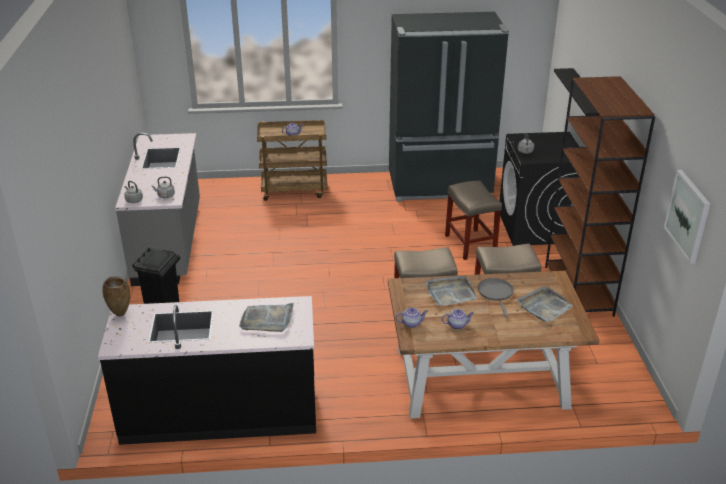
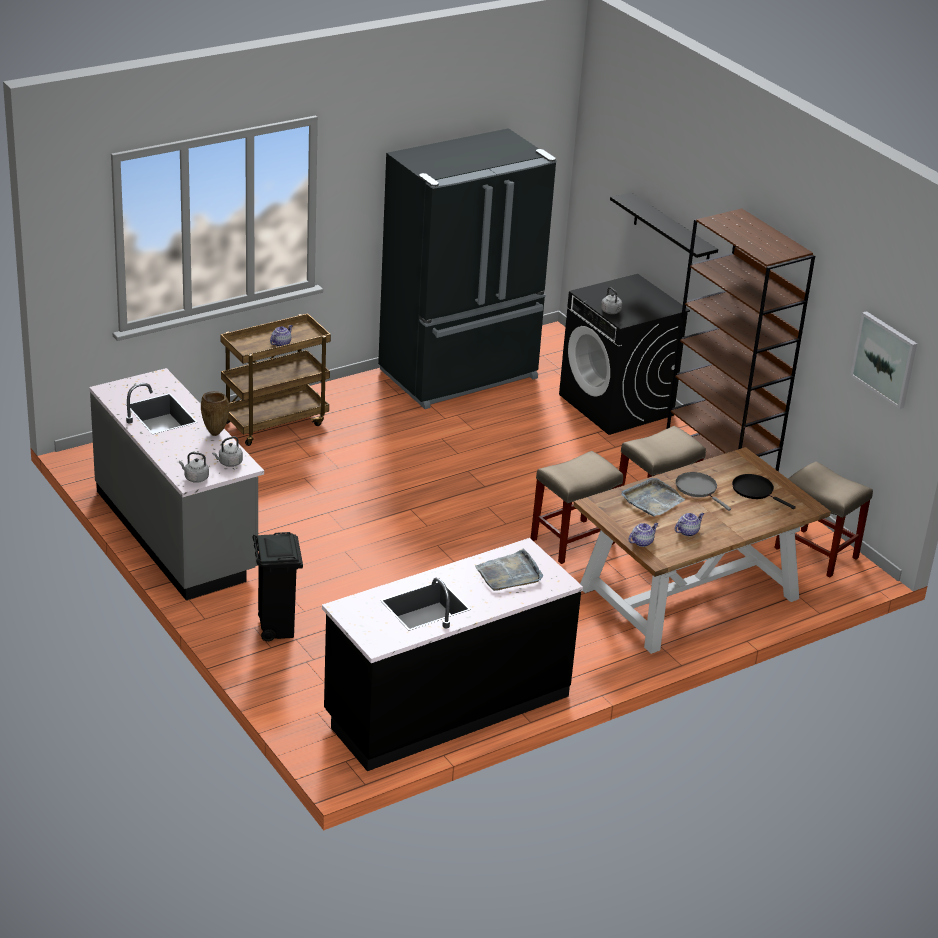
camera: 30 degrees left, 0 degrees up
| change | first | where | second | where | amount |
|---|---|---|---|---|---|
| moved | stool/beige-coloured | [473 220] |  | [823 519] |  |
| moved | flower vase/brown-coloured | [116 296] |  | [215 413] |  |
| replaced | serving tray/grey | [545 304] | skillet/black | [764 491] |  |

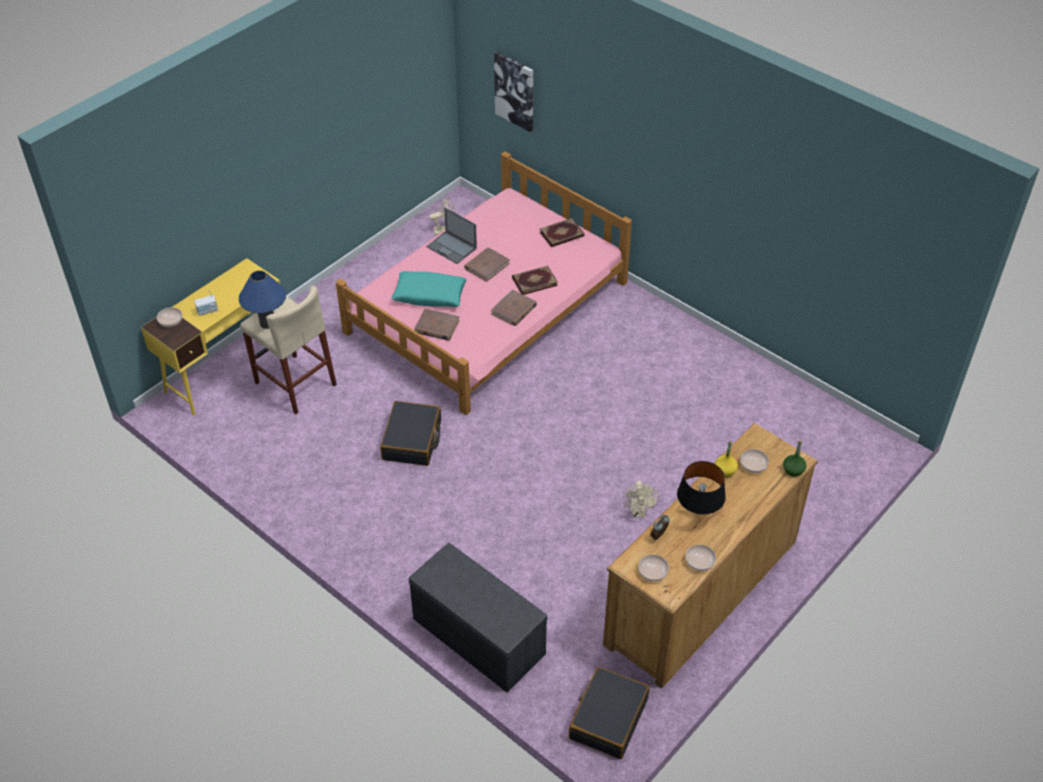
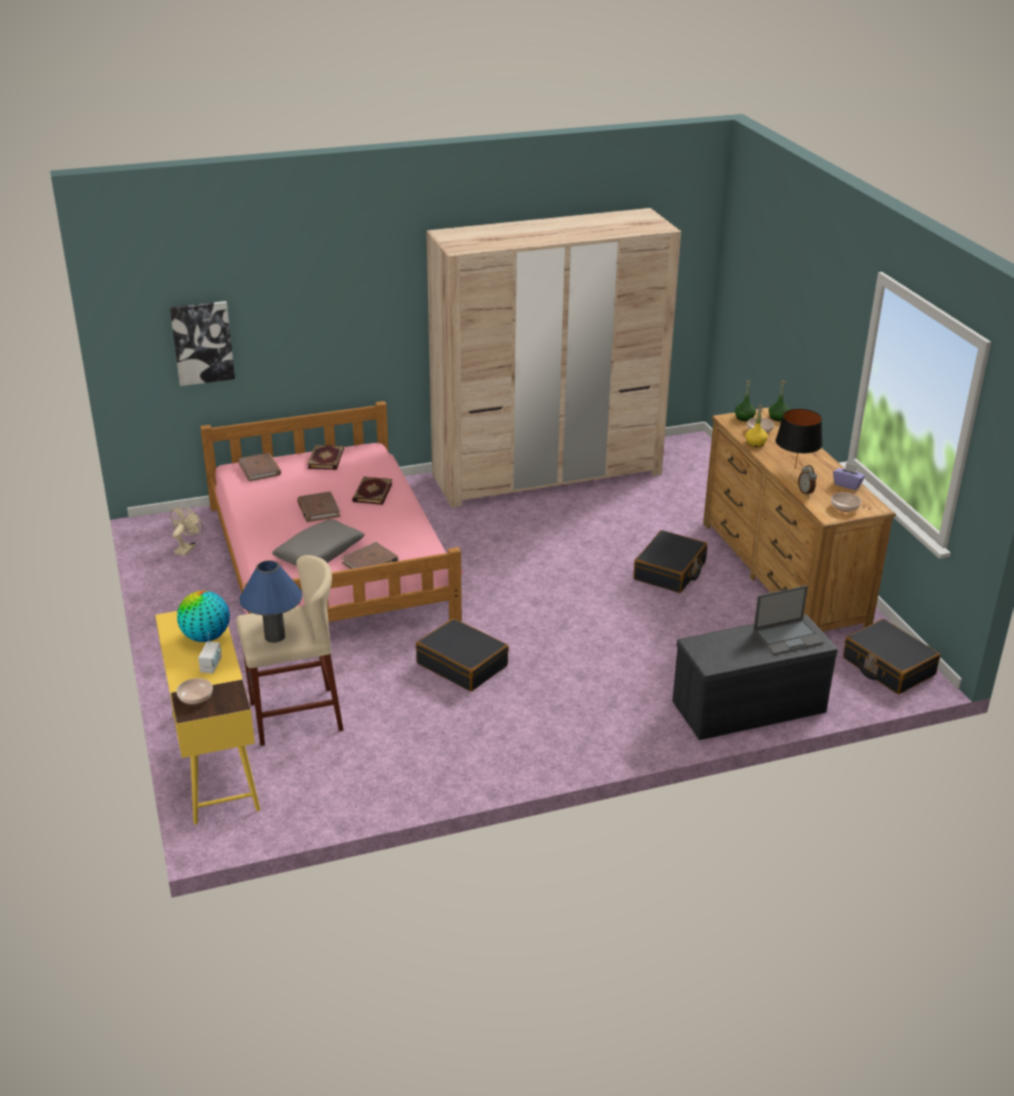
camera: 60 degrees left, 15 degrees down
| change | first | where | second | where | amount |
|---|---|---|---|---|---|
| moved | notebook computer | [451 236] |  | [788 620] |  |
| recoloured | pillow/blue-green | [429 289] | pillow/grey | [318 542] |  |
| moved | volume/brown-coloured | [514 308] |  | [259 467] |  |
| replaced | fan/beige-coloured | [641 499] | travel case/black | [670 561] |  |
| replaced | bowl | [701 558] | box of tissues/purple-coloured | [849 476] |  |
| added |  |  | wardrobe/beige-coloured | [553 358] |  |
| added |  |  | bottle/green | [745 401] |  |
| added |  |  | desk globe | [203 616] |  |

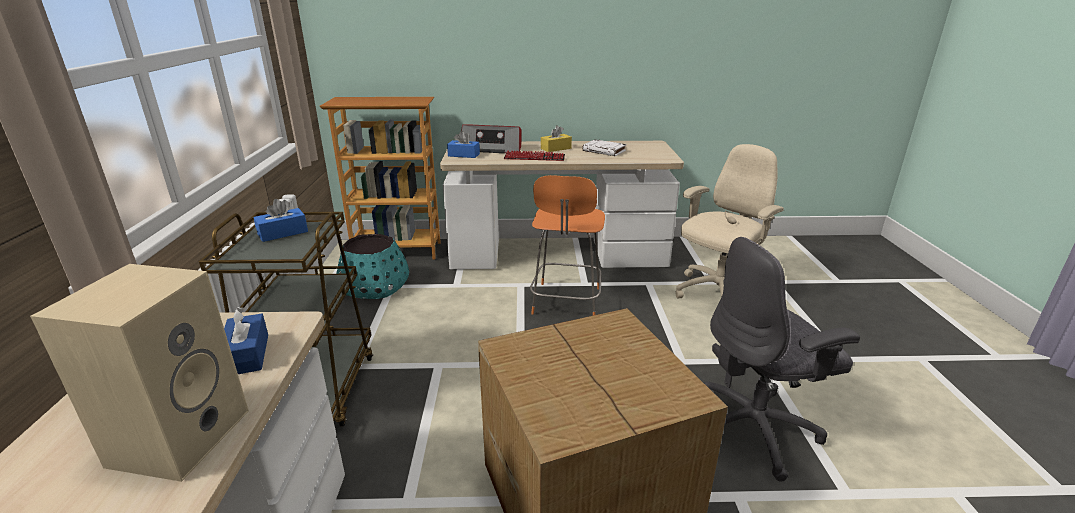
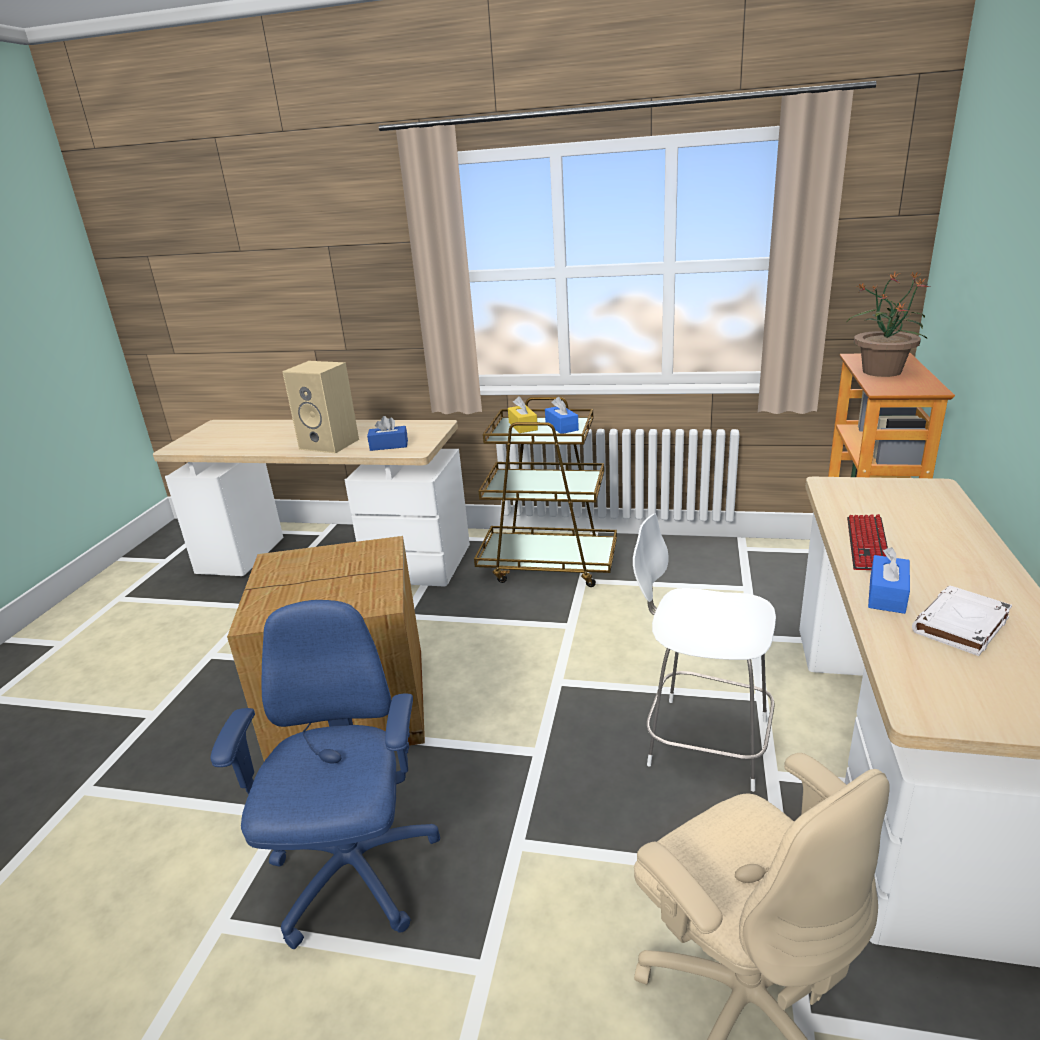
camera: 105 degrees right, 0 degrees up
| change | first | where | second | where | amount |
|---|---|---|---|---|---|
| removed | radio set | [491 138] |  |  |  |
| moved | box of tissues/yellow-coloured | [556 138] |  | [523 414] |  |
| moved | box of tissues/blue | [463 144] |  | [889 580] |  |
| recoloured | stool/orange | [567 245] | stool/white | [704 653] |  |
| removed | plant pot/blue-green | [372 266] |  |  |  |
| recoloured | desk chair/grey | [782 359] | desk chair/blue | [325 774] |  |
| added |  |  | plant in a pot | [888 324] |  |

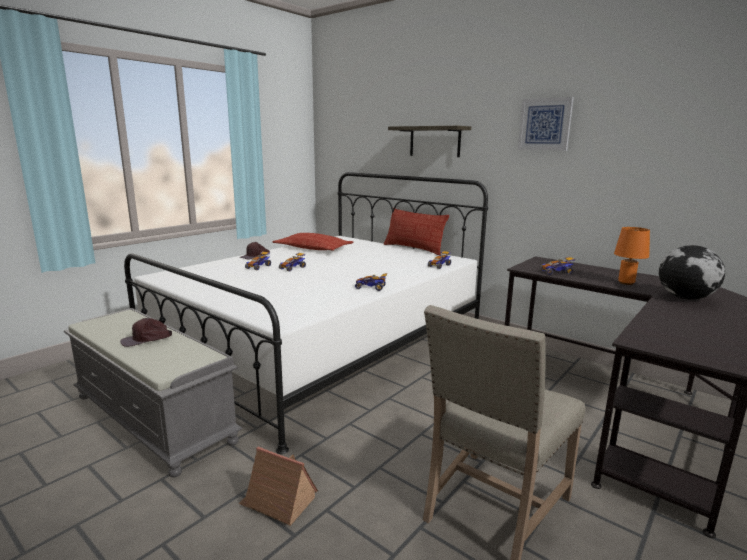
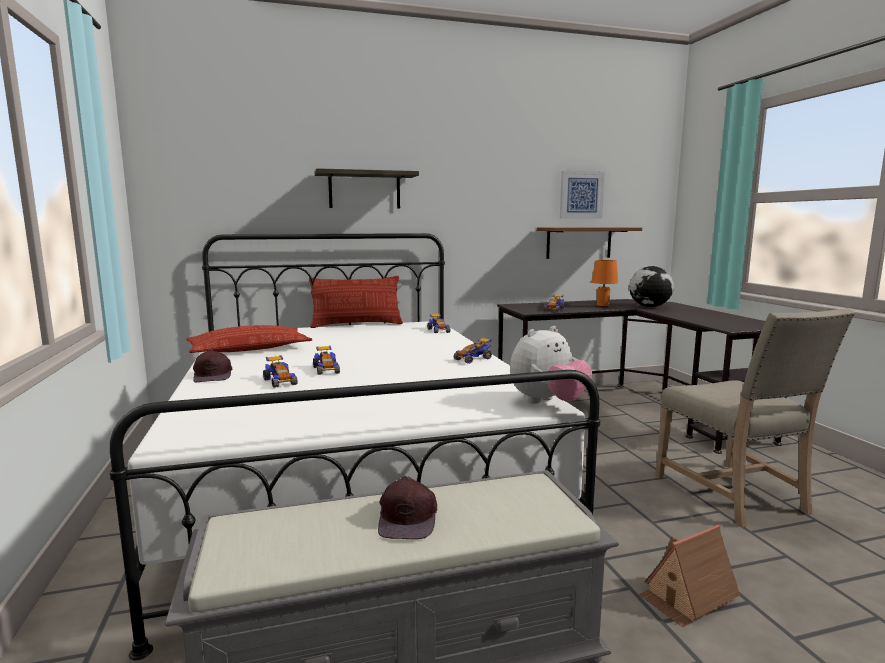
camera: 55 degrees left, 5 degrees down
| change | first | where | second | where | amount |
|---|---|---|---|---|---|
| moved | wall picture | [546 124] |  | [582 195] |  |
| added |  |  | bracket shelf/brown-coloured | [589 243] |  |
| added |  |  | plush toy | [551 365] |  |

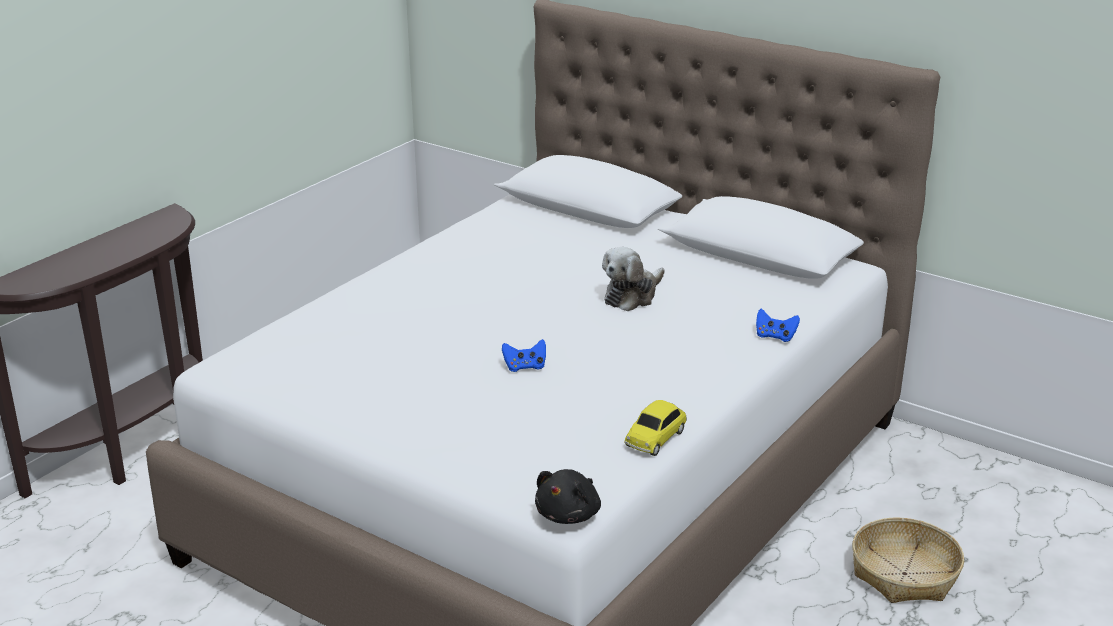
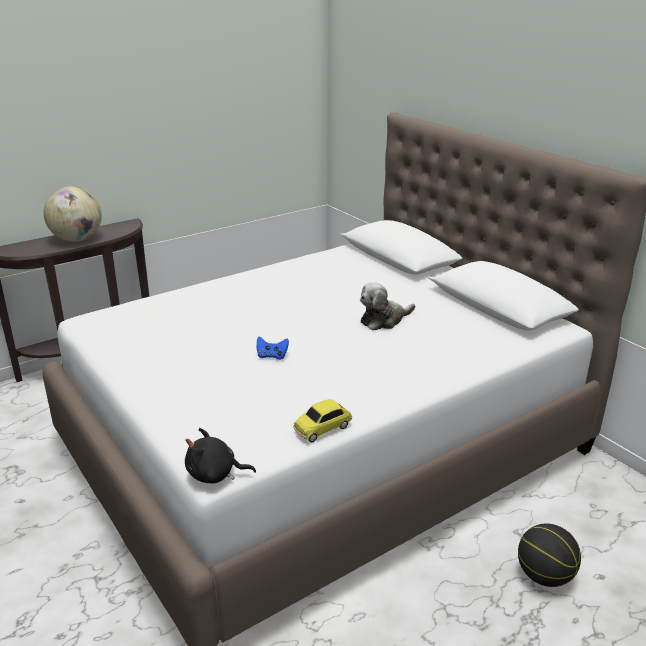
camera: 20 degrees right, 0 degrees up
| change | first | where | second | where | amount |
|---|---|---|---|---|---|
| removed | joypad/blue | [778 325] |  |  |  |
| turned | plush toy/black | [568 496] |  | [220 456] | 45 degrees clockwise |
| replaced | household basket | [908 560] | basketball ball | [549 555] |  |
| added |  |  | desk globe | [73 214] |  |

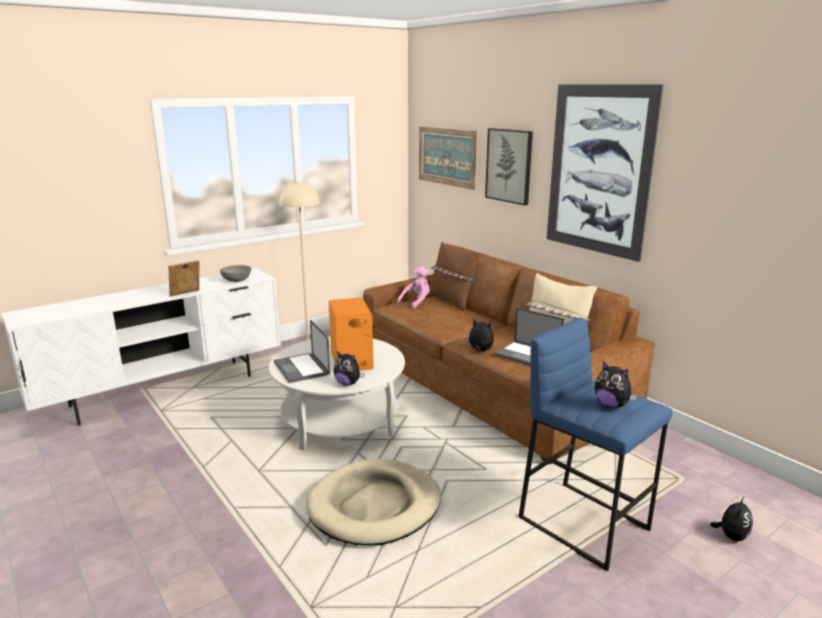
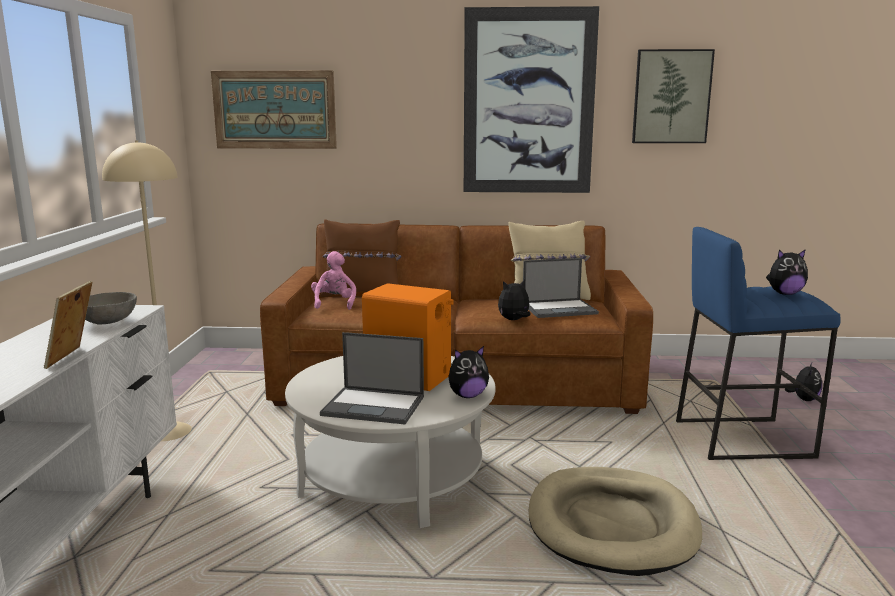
camera: 50 degrees left, 5 degrees down
| change | first | where | second | where | amount |
|---|---|---|---|---|---|
| moved | wall picture | [509 166] |  | [673 96] |  |
| turned | plush toy | [731 519] |  | [803 381] | 45 degrees clockwise |

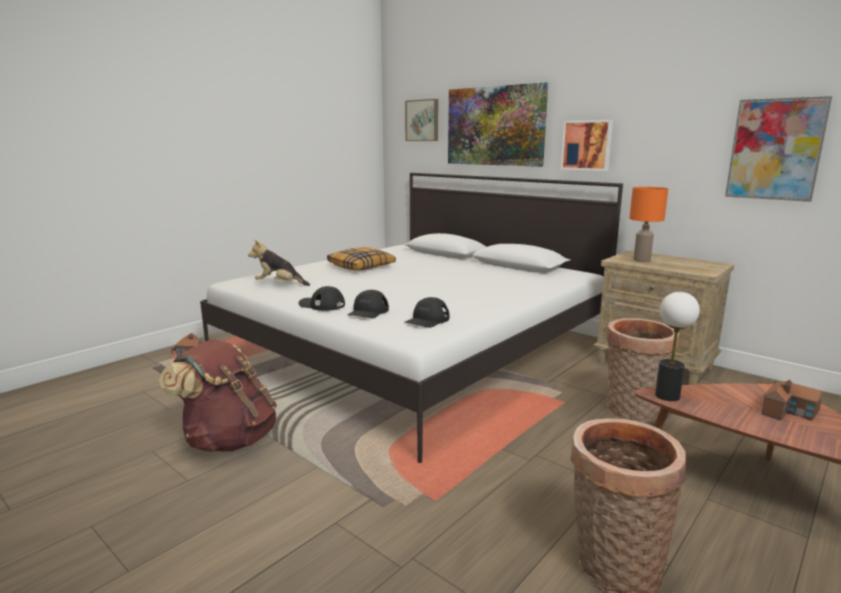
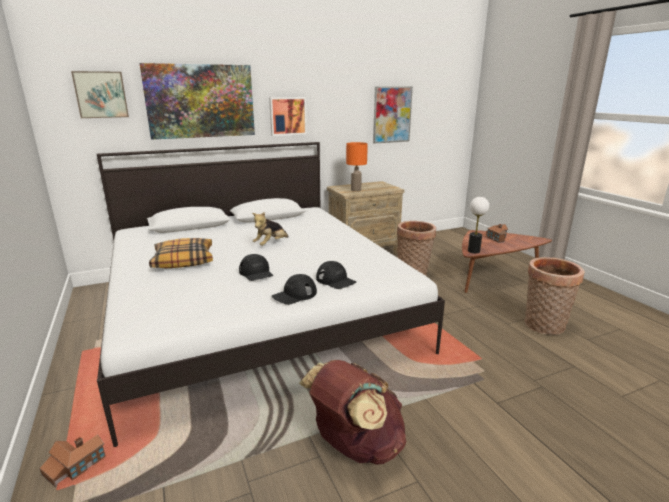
camera: 65 degrees left, 5 degrees up
| change | first | where | second | where | amount |
|---|---|---|---|---|---|
| moved | plush toy | [279 263] |  | [270 229] |  |
| moved | baseball cap/black | [427 312] |  | [256 267] |  |

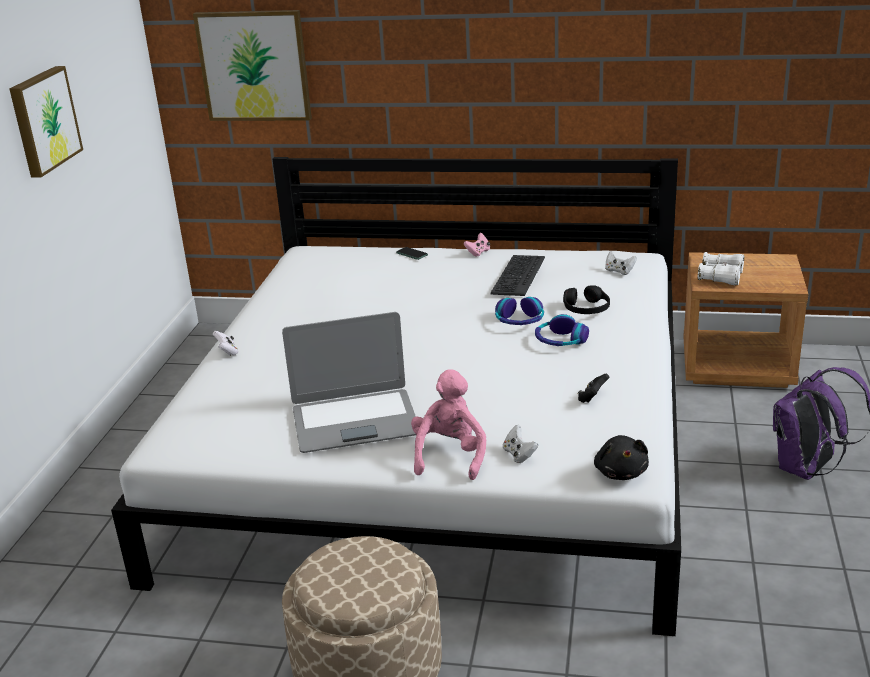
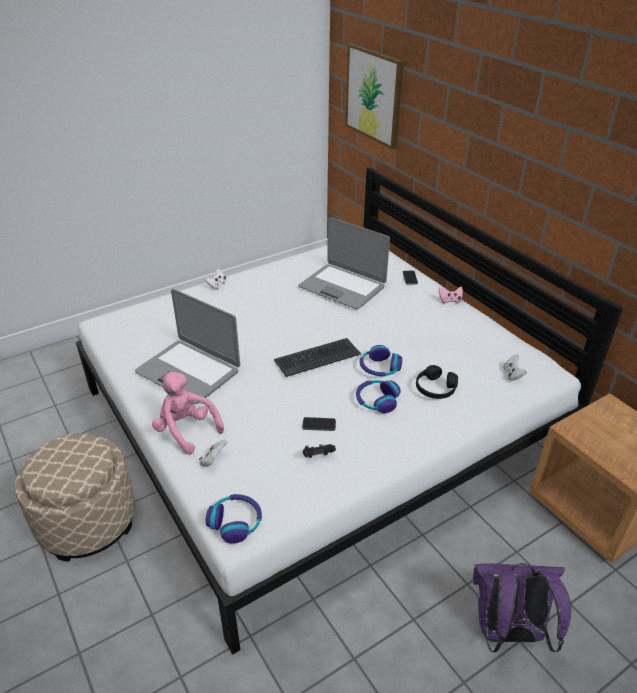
camera: 45 degrees right, 10 degrees up
| change | first | where | second | where | amount |
|---|---|---|---|---|---|
| removed | wall picture | [46 122] |  |  |  |
| removed | binoculars/white | [721 269] |  |  |  |
| moved | PC keyboard | [518 275] |  | [317 357] |  |
| turned | plush toy/pink | [448 424] |  | [188 413] | 105 degrees counterclockwise |
| replaced | plush toy/black | [621 457] | pair of headphones | [234 519] |  |
| added |  |  | notebook computer | [344 263] |  |
| added |  |  | phone | [319 424] |  |

